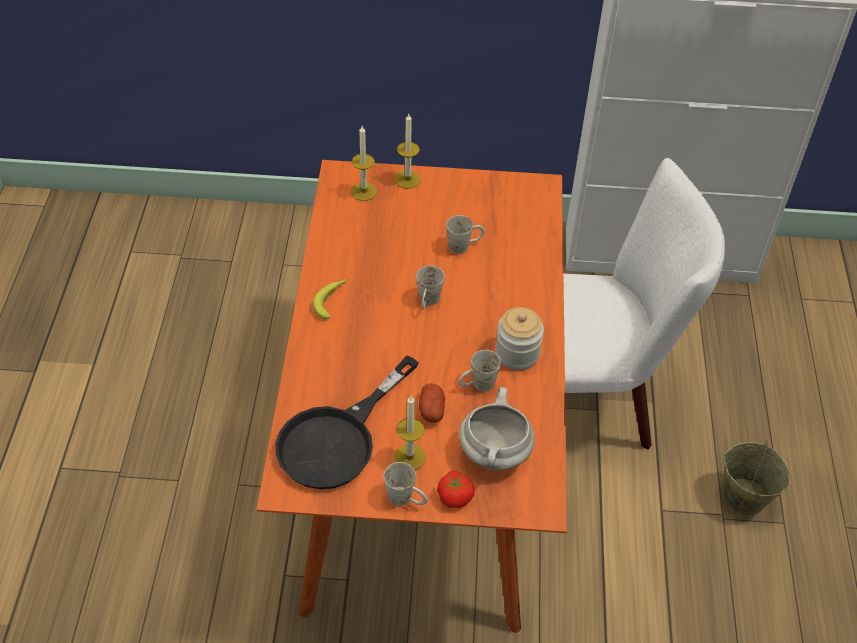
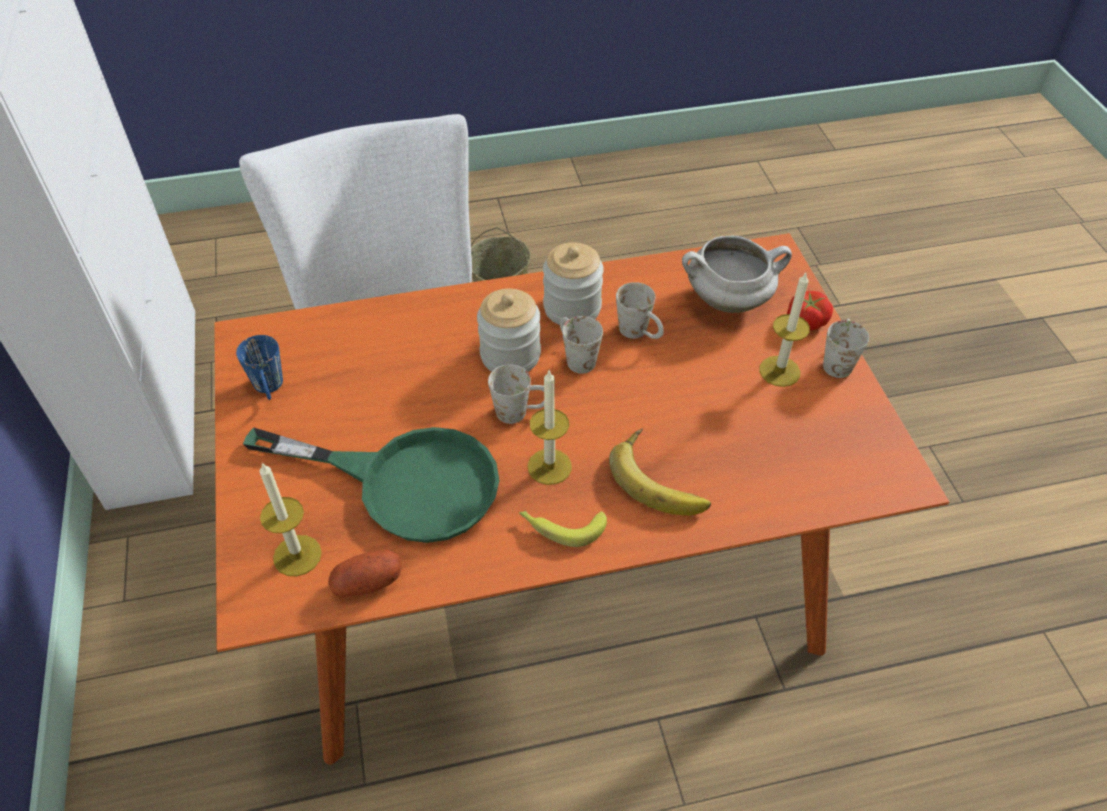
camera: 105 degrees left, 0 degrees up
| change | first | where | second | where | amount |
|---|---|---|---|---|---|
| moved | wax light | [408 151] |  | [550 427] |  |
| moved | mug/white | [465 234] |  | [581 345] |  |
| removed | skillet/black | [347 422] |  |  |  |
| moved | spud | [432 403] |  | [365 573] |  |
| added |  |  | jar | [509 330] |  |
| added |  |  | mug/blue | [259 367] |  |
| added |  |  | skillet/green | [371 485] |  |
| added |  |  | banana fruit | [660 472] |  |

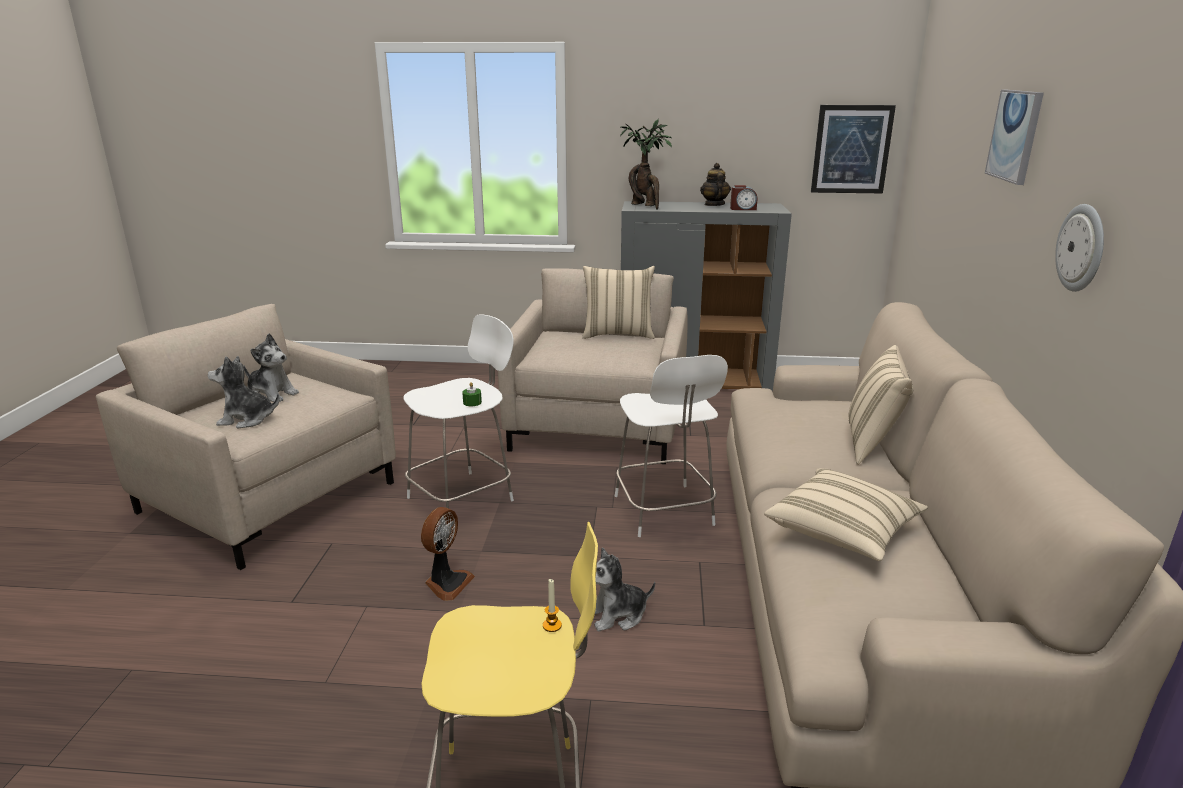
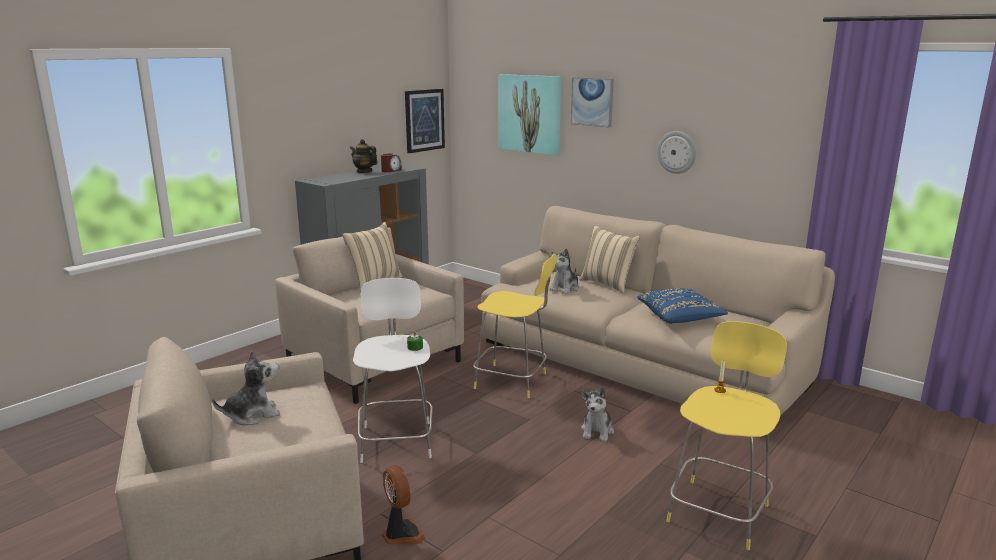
camera: 55 degrees left, 5 degrees down
| change | first | where | second | where | amount |
|---|---|---|---|---|---|
| removed | plant in a pot | [646 164] |  |  |  |
| recoloured | stool/white | [671 446] | stool/yellow-coloured | [515 325] |  |
| moved | plush toy | [243 392] |  | [564 271] |  |
| recoloured | pillow/beige-coloured | [846 514] | pillow/blue | [683 306] |  |
| moved | fan | [448 554] |  | [403 505] |  |
| added |  |  | wall picture | [530 114] |  |

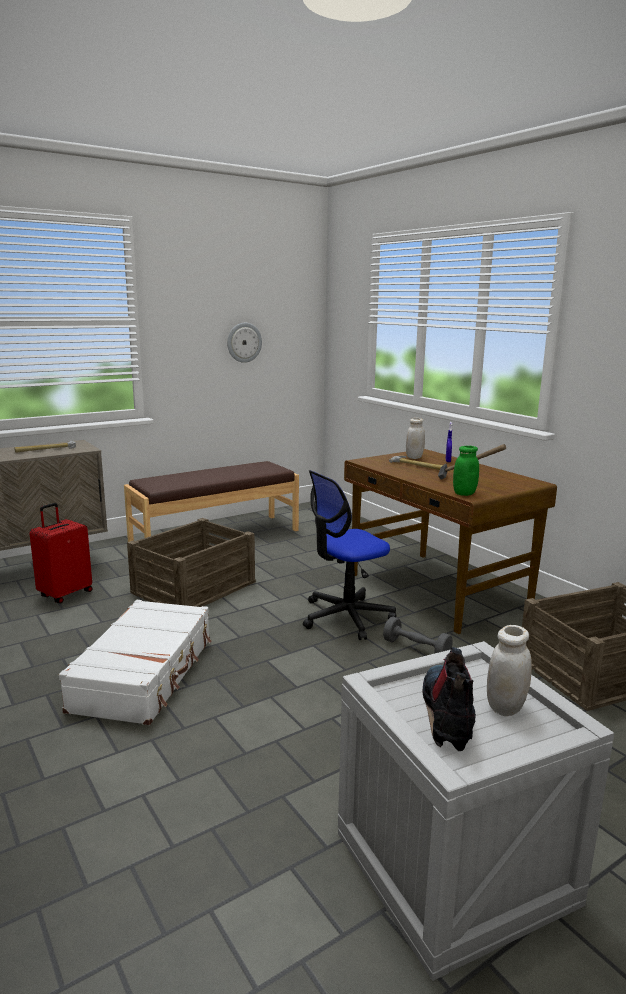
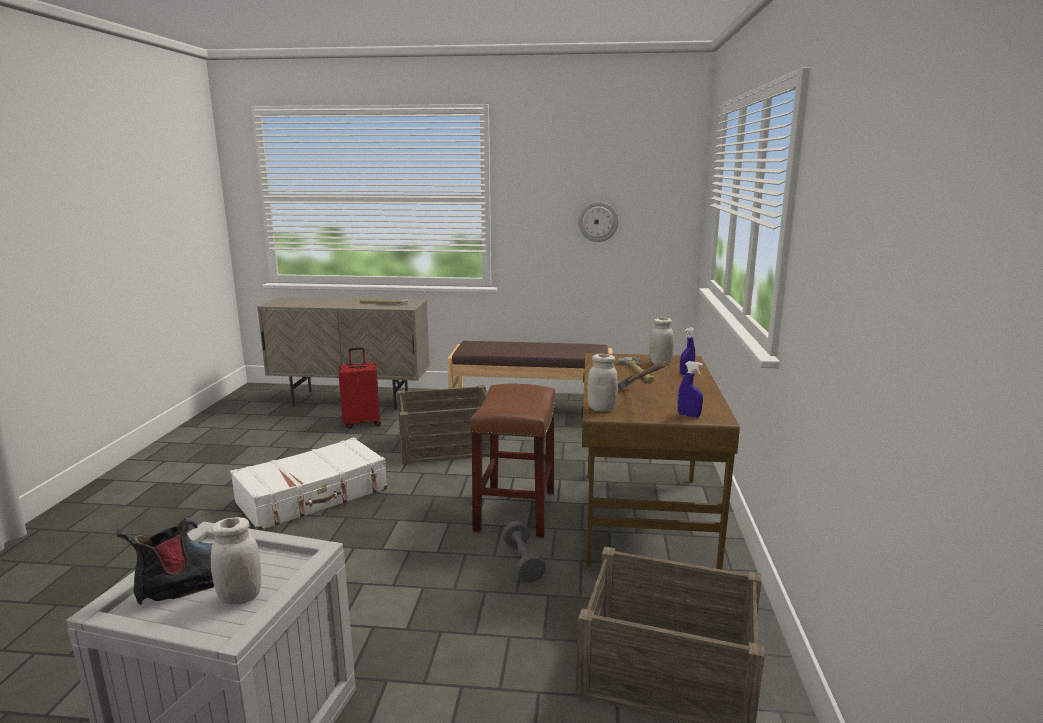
camera: 40 degrees right, 0 degrees up
| change | first | where | second | where | amount |
|---|---|---|---|---|---|
| recoloured | jar/green | [466 471] | jar/white | [602 383] |  |
| replaced | desk chair | [349 555] | stool/brown-coloured | [513 461] |  |
| added |  |  | sprayer/blue | [690 389] |  |

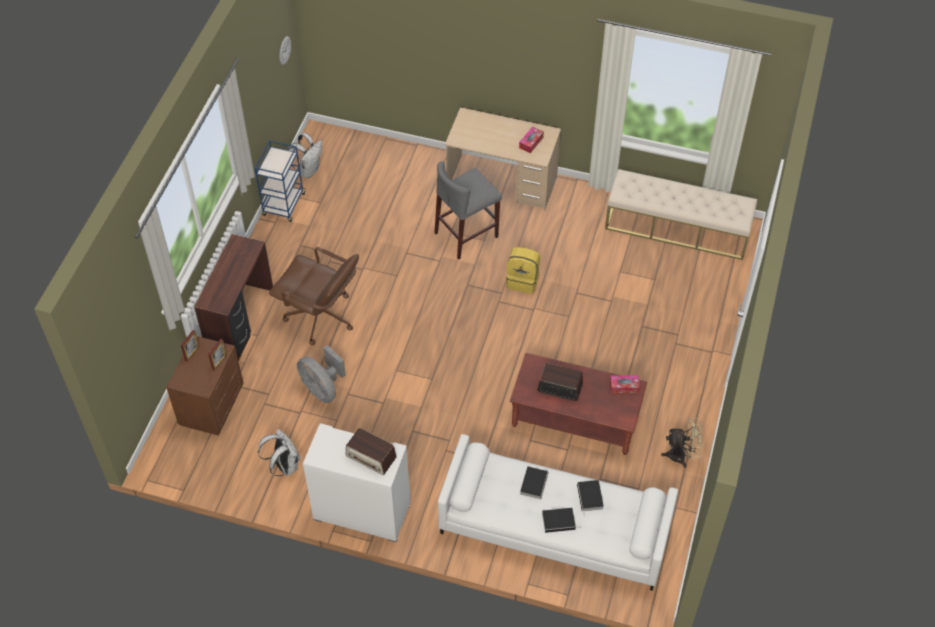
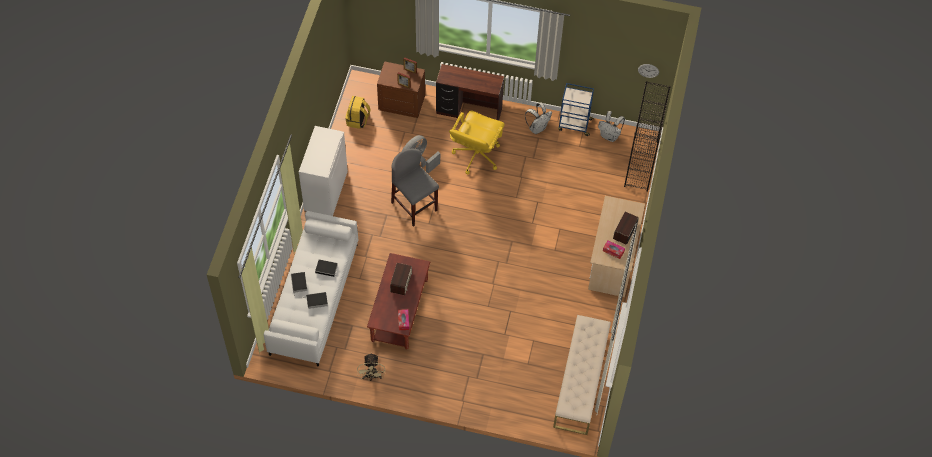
camera: 85 degrees right, 5 degrees up
| change | first | where | second | where | amount |
|---|---|---|---|---|---|
| moved | stool/grey | [468 210] |  | [415 188] |  |
| recoloured | desk chair/brown-coloured | [314 296] | desk chair/yellow-coloured | [477 142] |  |
| moved | backpack/yellow-coloured | [523 270] |  | [358 112] |  |
| moved | radio set | [371 451] |  | [626 228] |  |
| moved | backpack/white | [279 452] |  | [538 118] |  |
| added |  |  | bookcase/black | [647 136] |  |

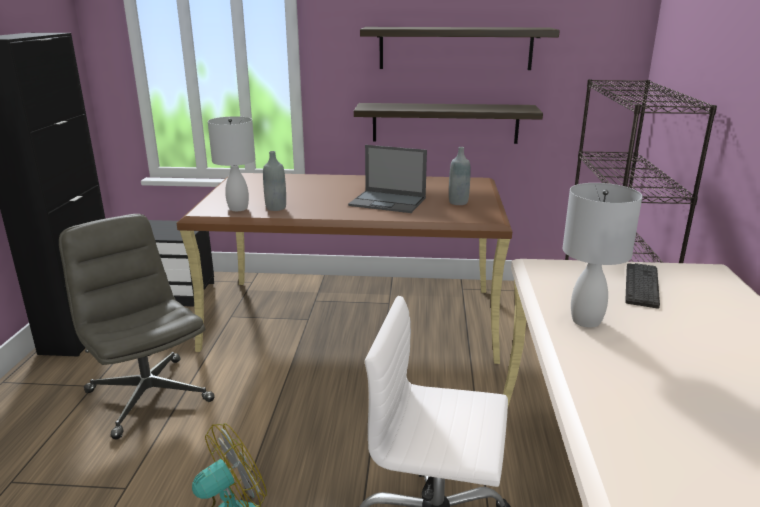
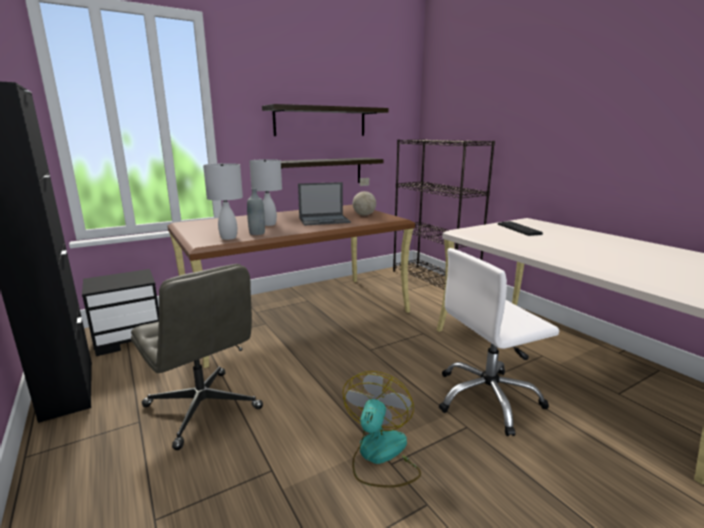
camera: 35 degrees left, 5 degrees down
| change | first | where | second | where | amount |
|---|---|---|---|---|---|
| replaced | bottle/grey | [459 176] | desk globe | [364 197] |  |
| moved | lamp for a table/white | [602 255] |  | [265 192] |  |
| turned | desk chair/grey | [137 326] |  | [197 357] | 150 degrees counterclockwise |

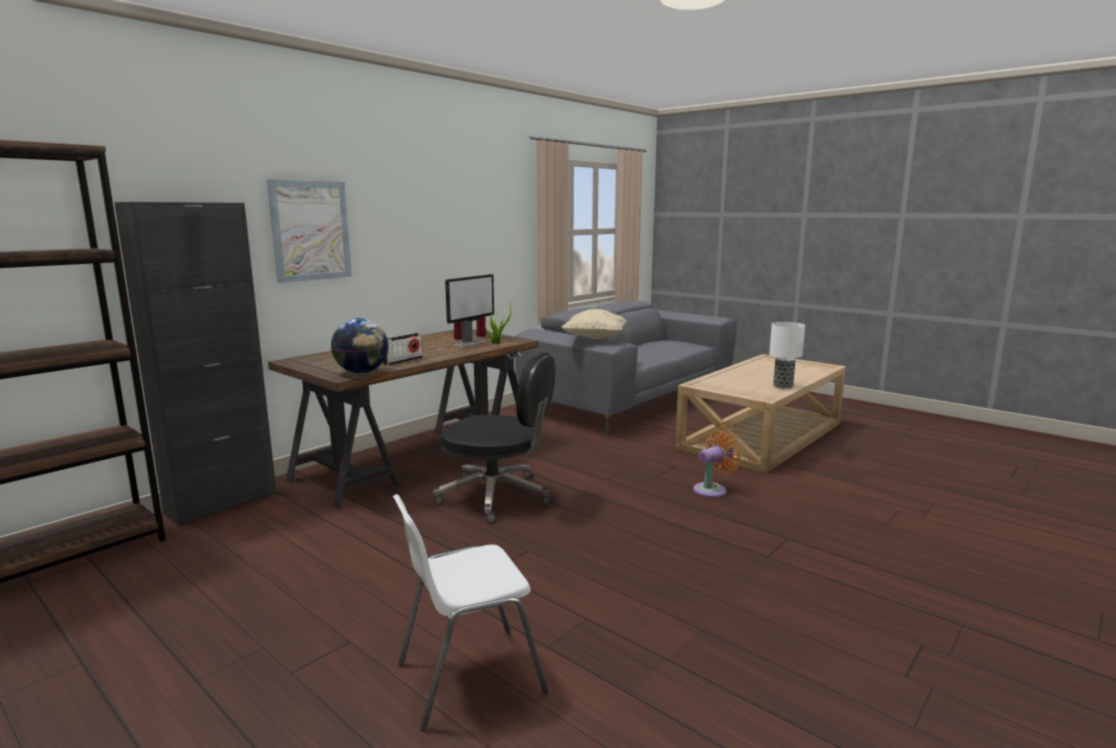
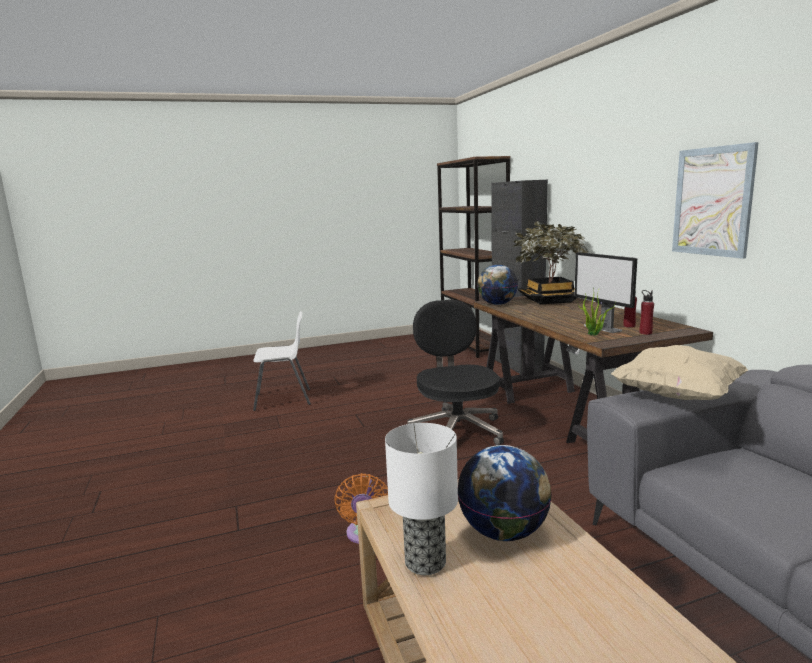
camera: 120 degrees right, 0 degrees up
| change | first | where | second | where | amount |
|---|---|---|---|---|---|
| moved | wall picture | [309 231] |  | [715 200] |  |
| removed | radio set | [403 349] |  |  |  |
| turned | desk chair/black | [494 438] |  | [455 372] | 120 degrees clockwise |
| turned | plain chair/white | [470 612] |  | [282 361] | 75 degrees clockwise |
| added |  |  | plant in a pot | [549 262] |  |
| added |  |  | desk globe | [505 493] |  |

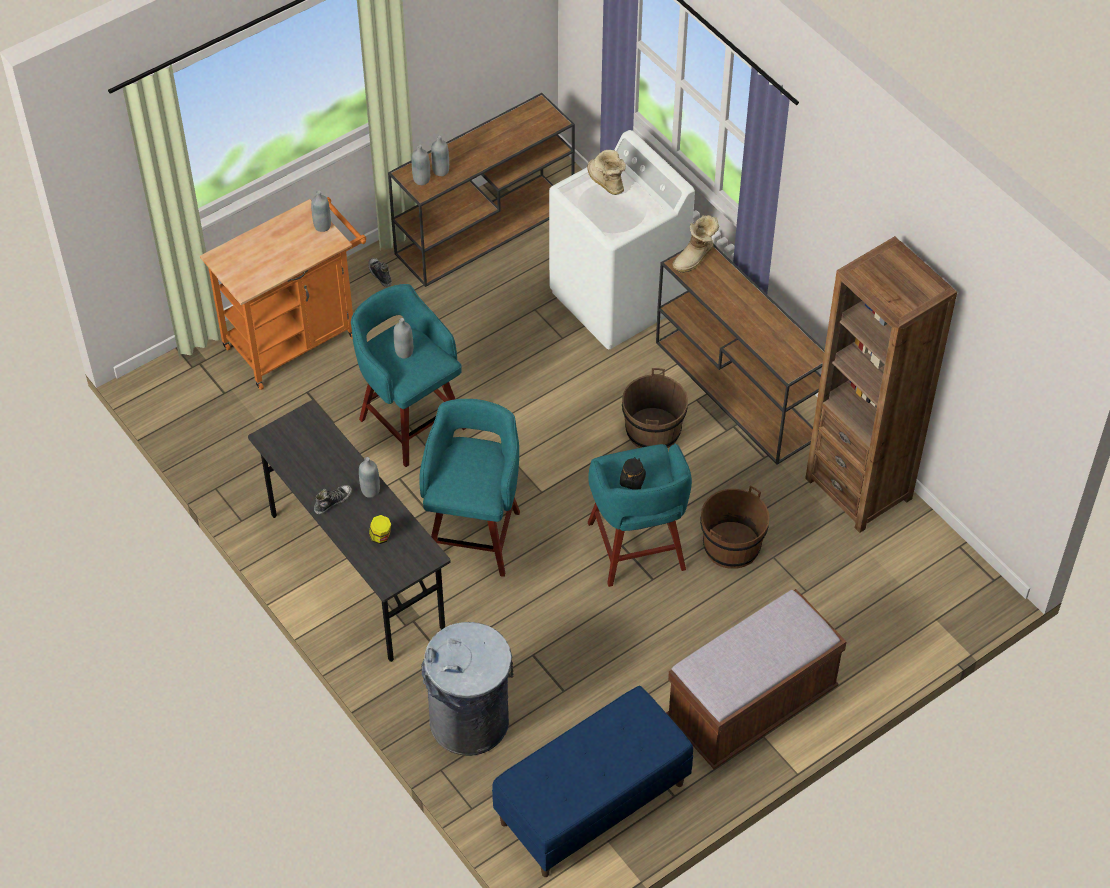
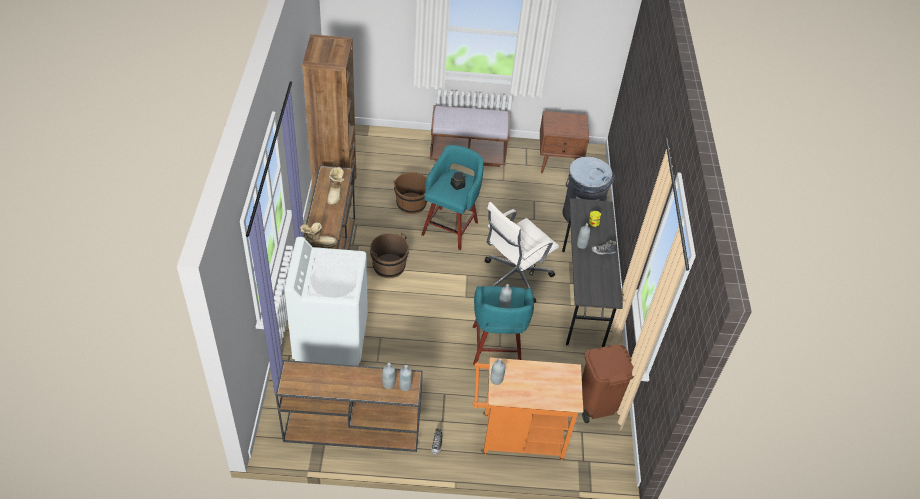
camera: 145 degrees left, 5 degrees down
| change | first | where | second | where | amount |
|---|---|---|---|---|---|
| moved | boot | [606 172] |  | [335 186] |  |
| replaced | stool/blue-green | [469 488] | desk chair/white | [522 252] |  |
| replaced | bench/blue | [592 781] | night table/brown-coloured | [564 142] |  |
| added |  |  | rubbish bin/brown-coloured | [608 383] |  |

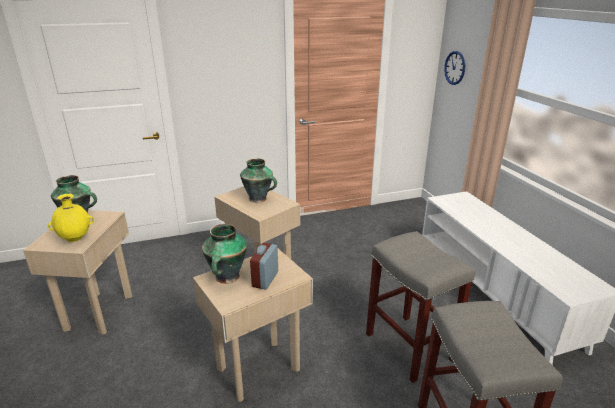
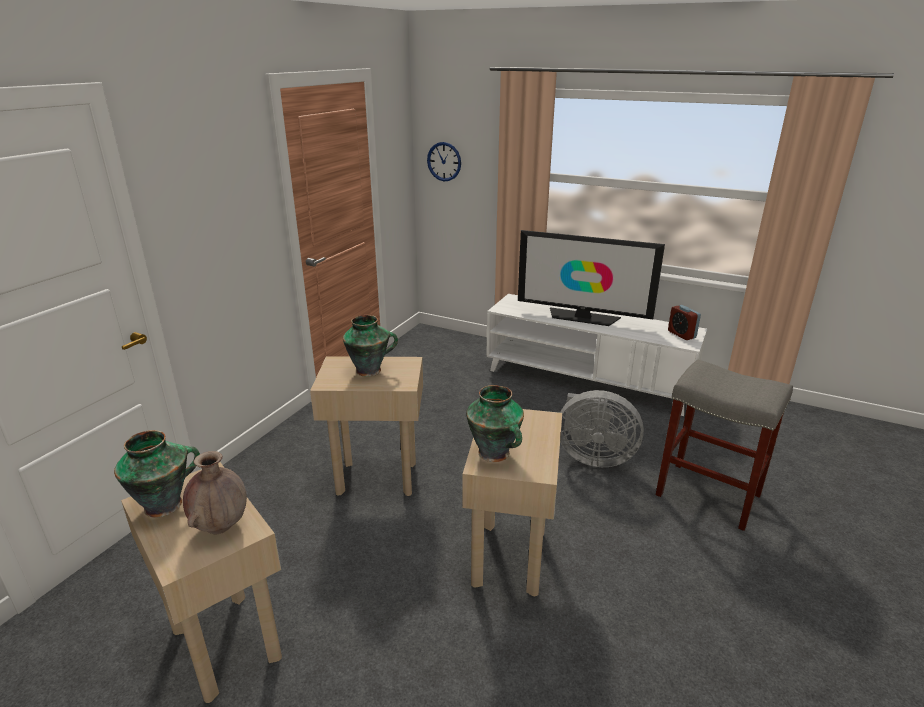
camera: 45 degrees left, 0 degrees up
| change | first | where | second | where | amount |
|---|---|---|---|---|---|
| recoloured | flower vase/yellow-coloured | [71 218] | flower vase/brown-coloured | [215 492] |  |
| replaced | stool/grey | [420 307] | fan/grey | [602 428] |  |
| moved | table clock | [264 266] |  | [684 322] |  |
| added |  |  | television | [591 278] |  |

